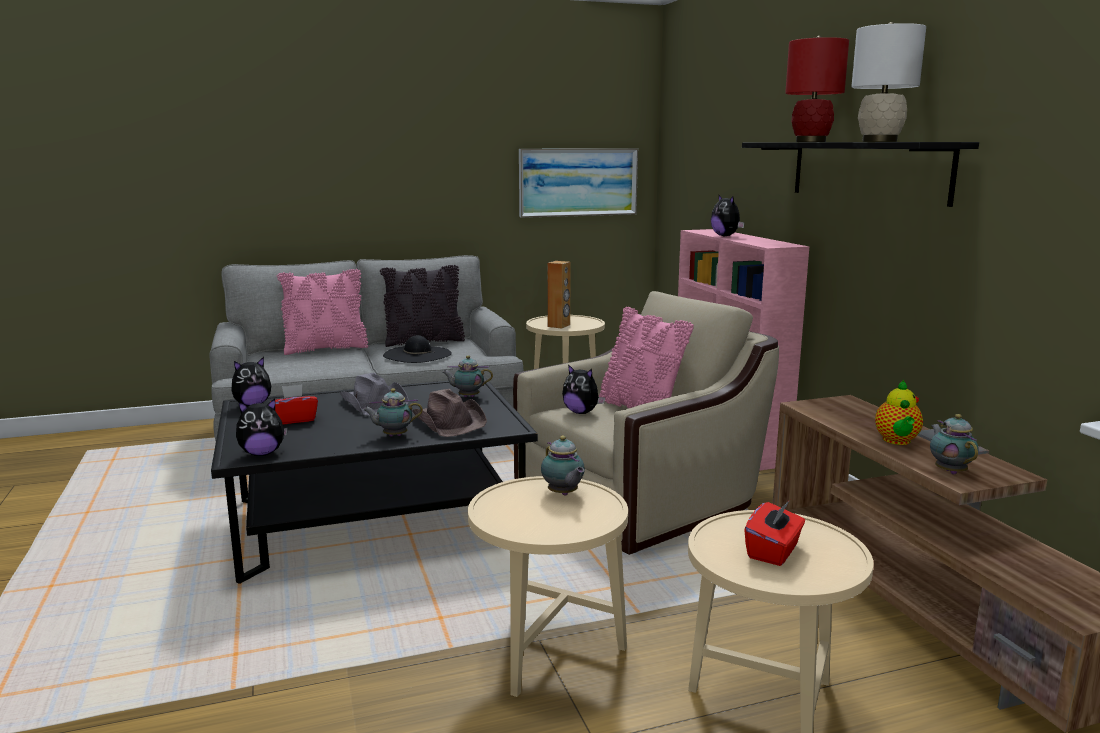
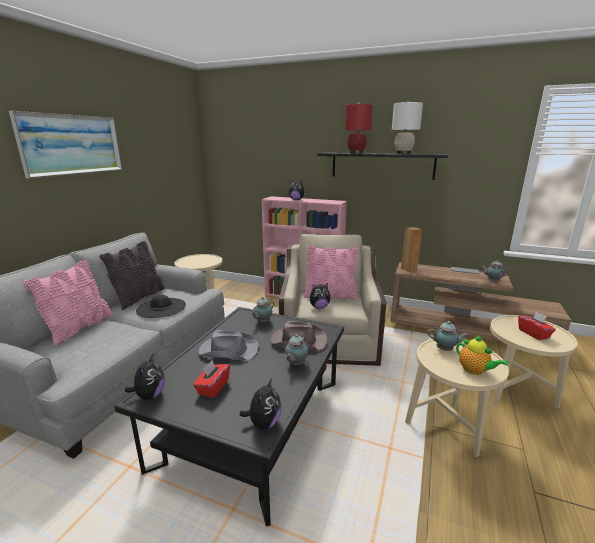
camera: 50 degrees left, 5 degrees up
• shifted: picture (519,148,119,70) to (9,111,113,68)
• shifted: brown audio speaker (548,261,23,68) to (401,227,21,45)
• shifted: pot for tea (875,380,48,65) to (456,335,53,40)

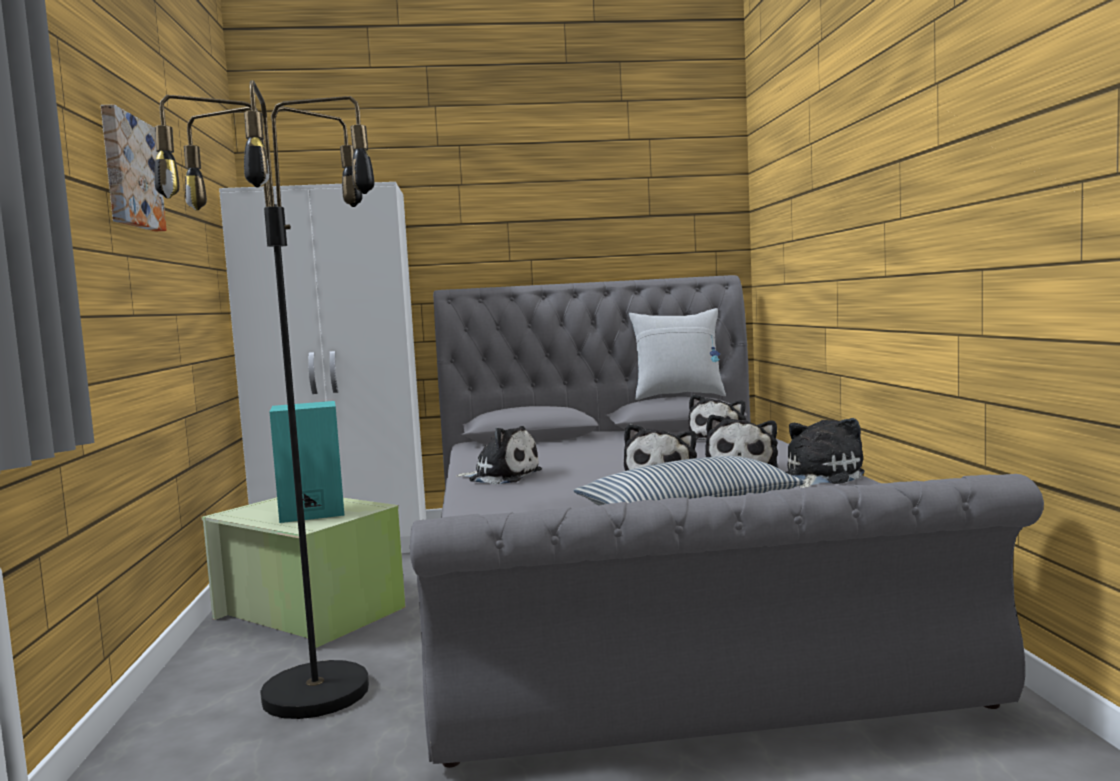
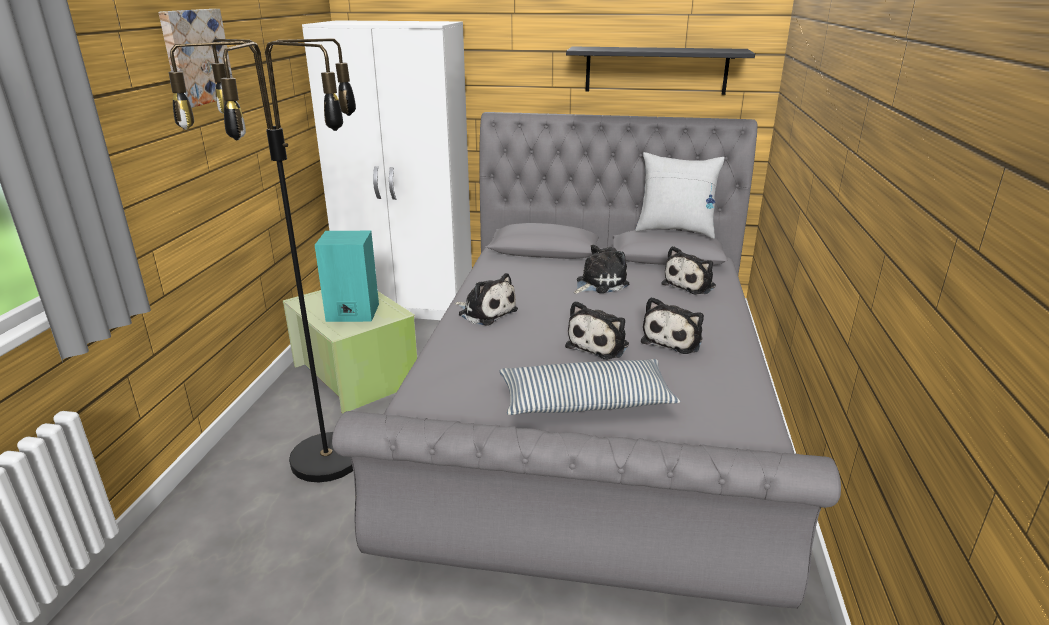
camera: 15 degrees right, 20 degrees up
• new: black-coloured wall shelf (566,47,189,48)
• shifted: plush toy (786,418,79,70) to (574,245,56,49)

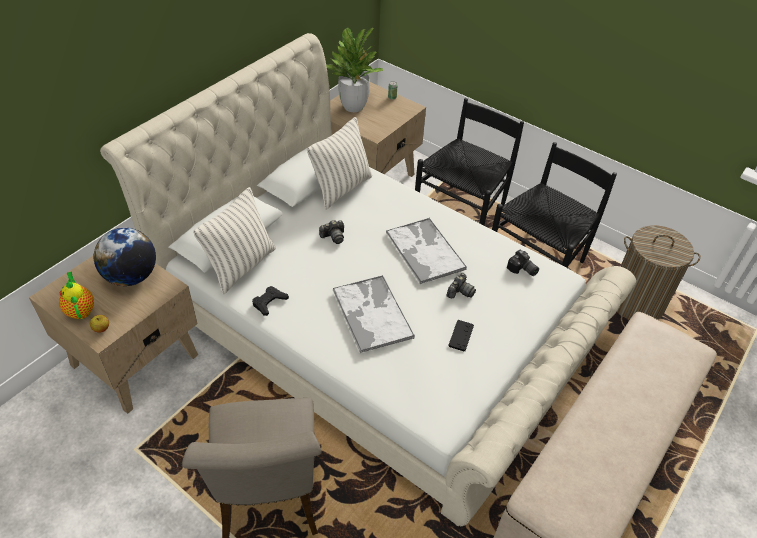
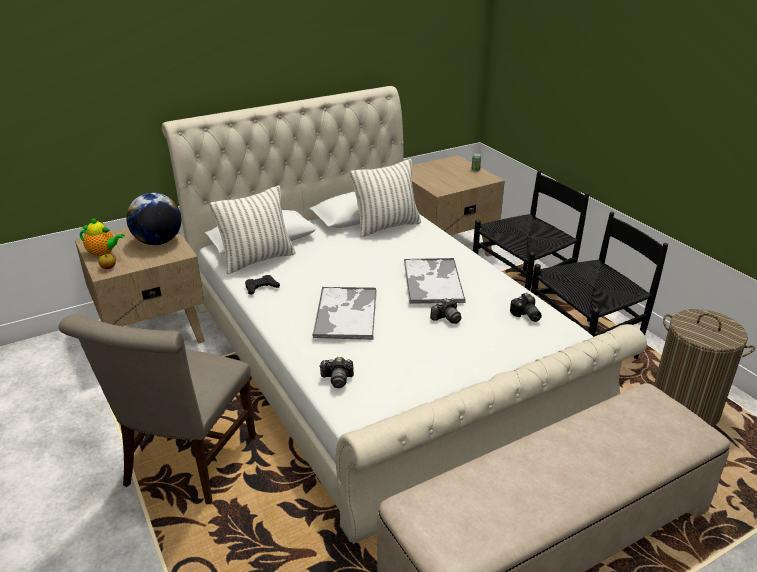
camera: 25 degrees right, 15 degrees down
• rotated: pot for tea (59,271,35,48) = (80,217,45,40) 105 degrees clockwise
• shifted: still camera (319,220,25,24) to (319,357,35,31)
• gone: potted plant (326,28,57,84)
• gone: black-coloured joypad (449,320,25,31)

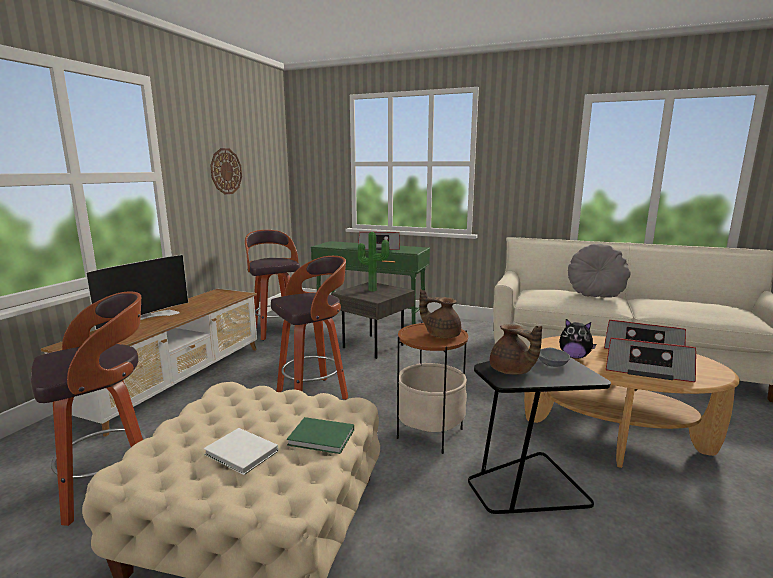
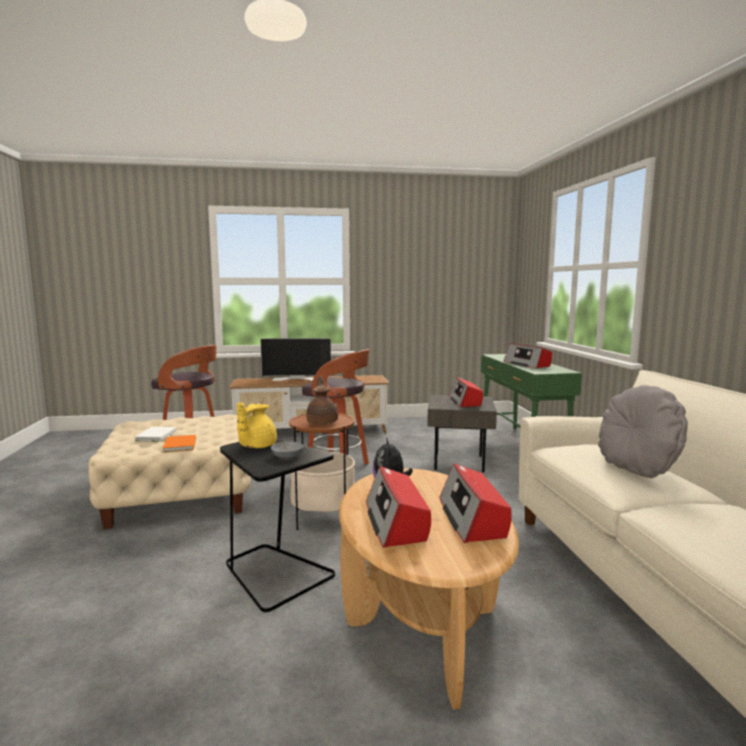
camera: 60 degrees right, 5 degrees down
• repainted: greenish volume (287,417,67,37) to orangey volume (163,435,33,17)
• repainted: brown pot for tea (490,324,52,51) to yellow pot for tea (237,402,40,46)
• swapped: potted plant (358,232,31,59) to radio set (449,377,34,30)
• gone: clock on the wall (210,148,32,46)
• gone: sitting stool (245,230,55,110)

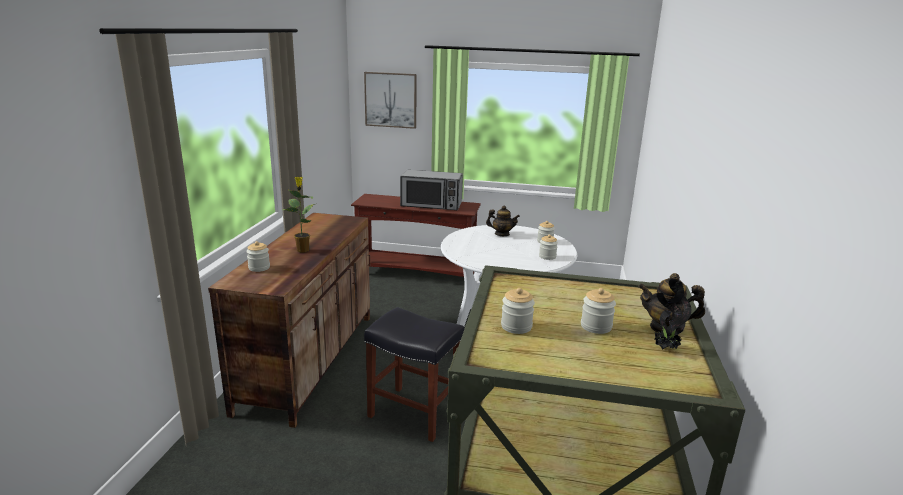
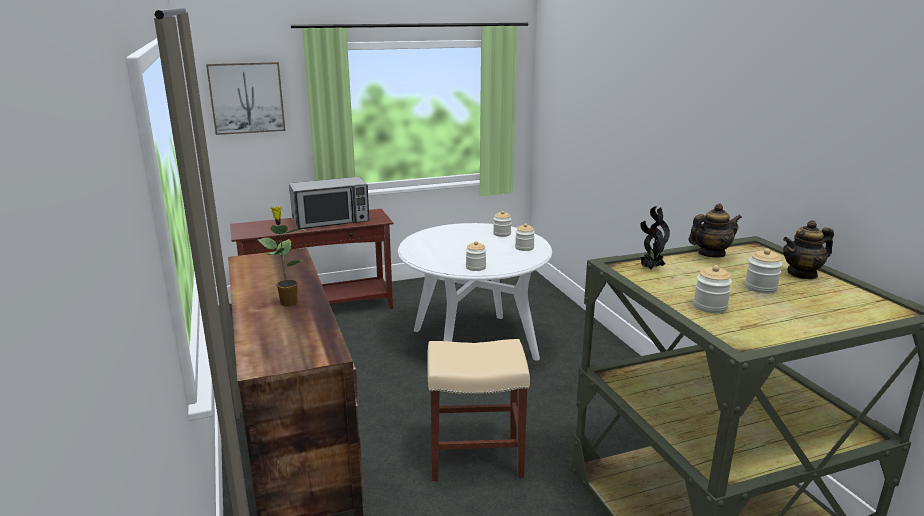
camera: 30 degrees left, 0 degrees up
• repainted: black-coloured sitting stool (364,307,100,135) to beige sitting stool (427,339,103,142)
• shifted: jar (246,241,24,31) to (466,241,20,30)
• shifted: potted plant (655,279,37,70) to (640,206,30,63)
• shifted: pot for tea (486,205,34,31) to (688,203,54,55)

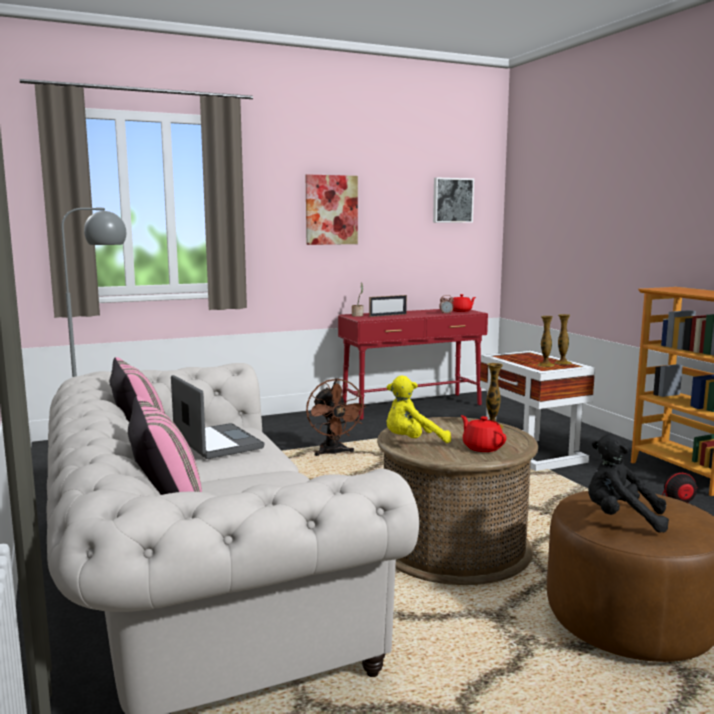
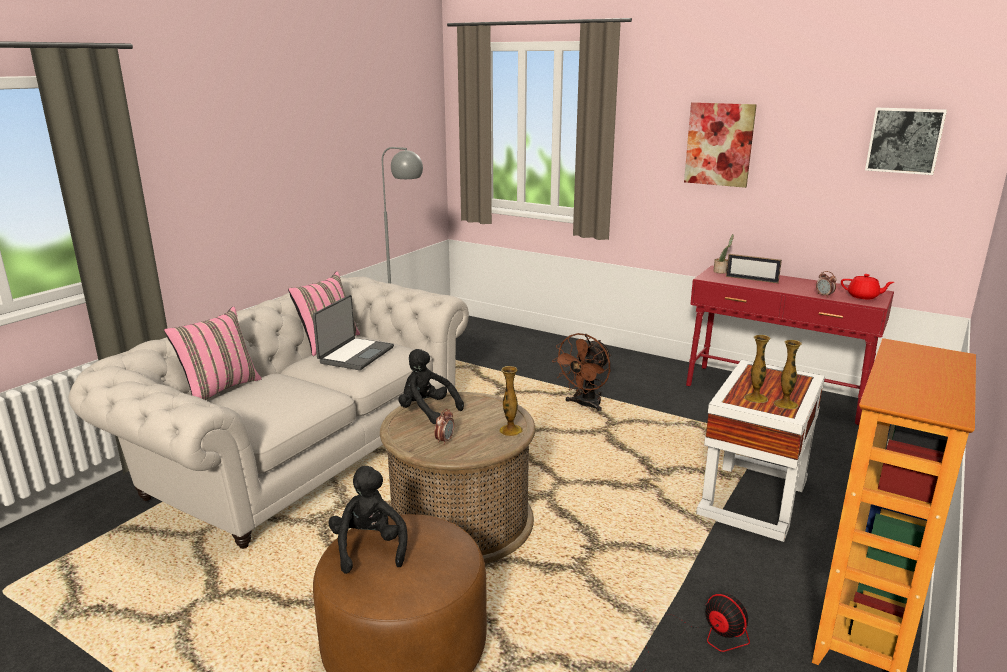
camera: 55 degrees right, 10 degrees up
• repainted: yellow plush toy (386,375,65,68) to black-coloured plush toy (398,349,66,75)
• swapped: red-coloured pot for tea (461,415,45,37) to alarm clock (434,409,20,36)

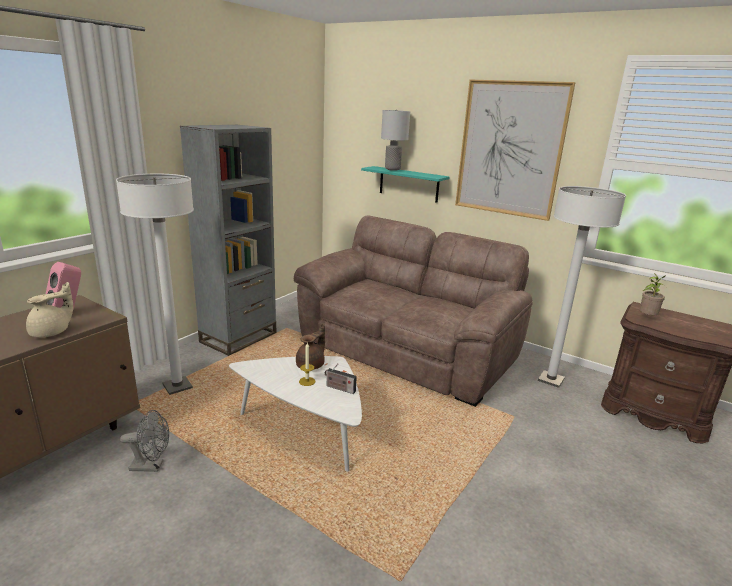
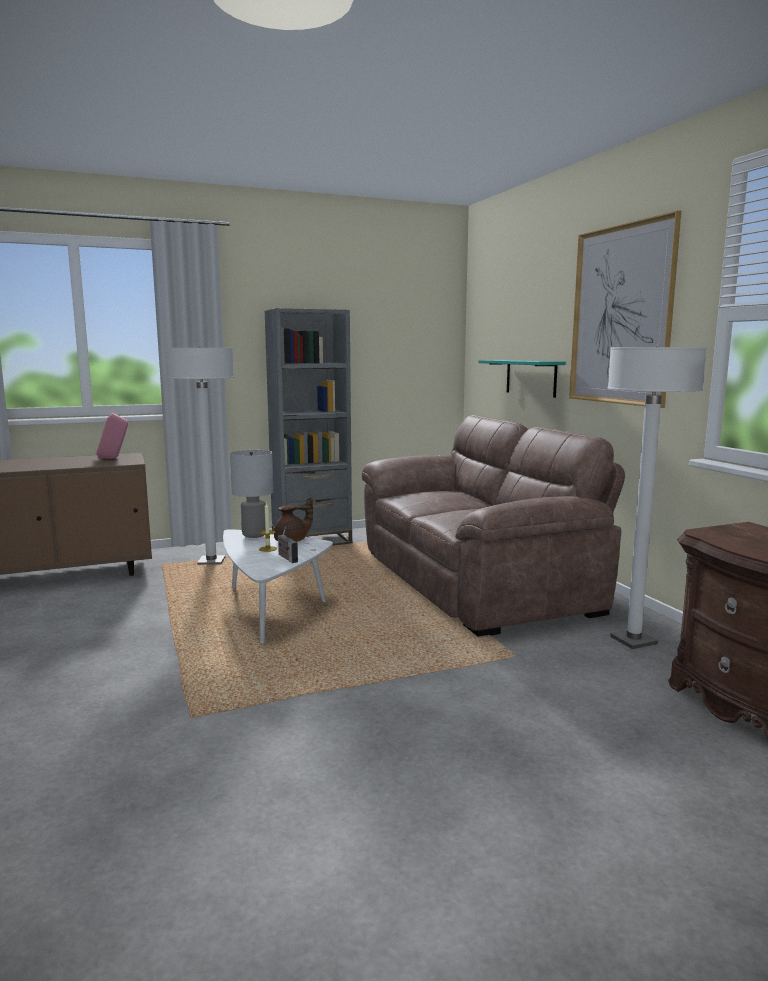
camera: 35 degrees right, 10 degrees down
• shifted: greyish tabletop lamp (381,110,29,61) to (230,450,43,88)
• gone: beige pot for tea (26,282,47,55)
• gone: greyish fan (120,410,49,62)
• gone: potted plant (640,273,26,42)

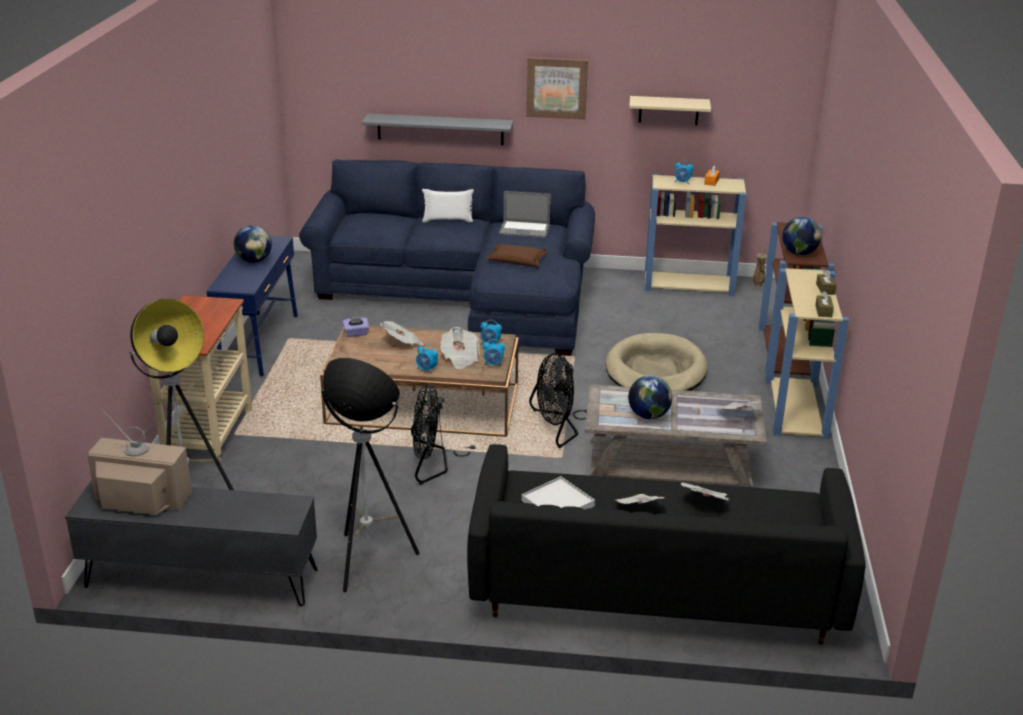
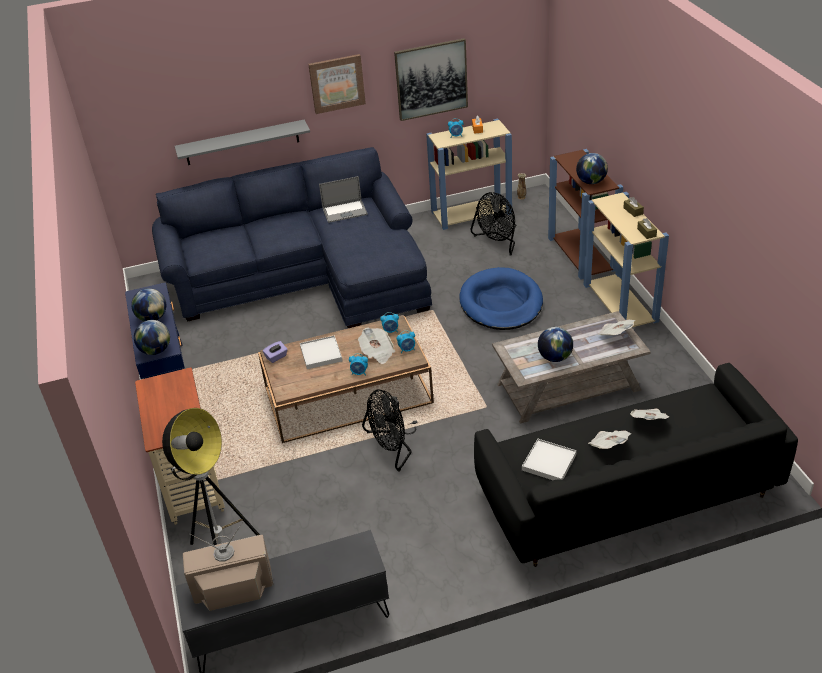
camera: 20 degrees left, 10 degrees up
• new: world globe (134,320,36,35)
• swapped: newspaper (380,321,44,24) to whitish serving tray (300,335,43,34)
• swapped: beige wall shelf (629,96,82,29) to picture (394,38,74,83)
• repainted: beige pet bed (606,333,102,58) to bluish pet bed (459,267,84,63)
• shifted: black-coloured fan (529,353,58,95) to (471,192,45,64)
• gone: floor lamp (321,358,99,234)
• gone: whitish cushion (422,189,52,34)
• gone: brown cushion (486,244,62,22)

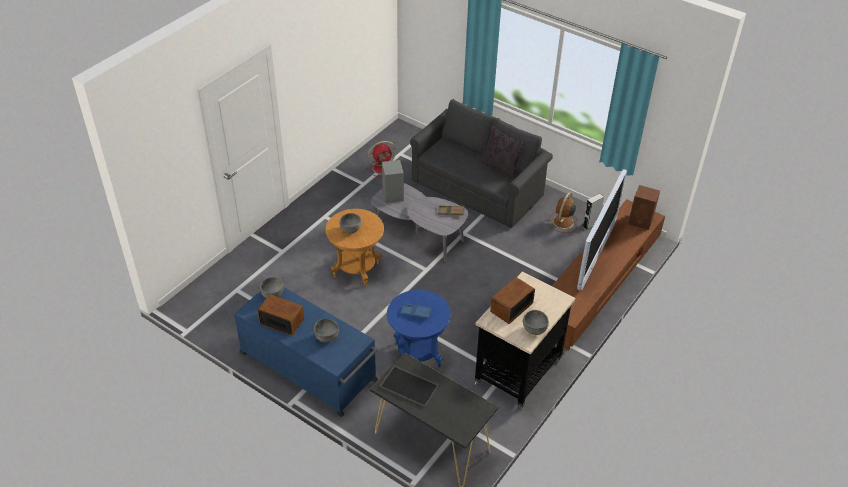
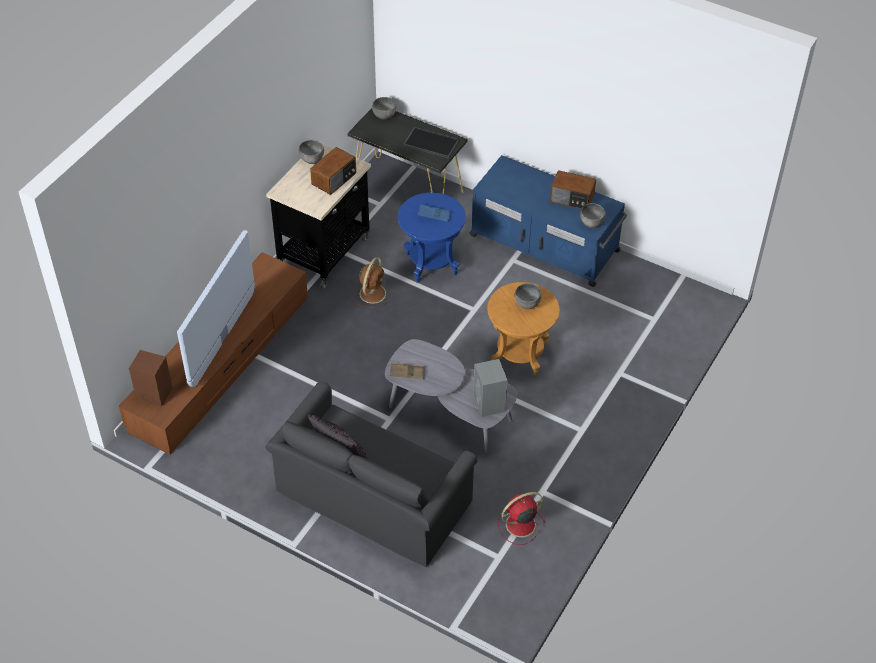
camera: 175 degrees right, 5 degrees up
• shifted: brown fan (548,192,30,41) to (355,257,38,51)
• shifted: greyish deep dish (314,319,25,23) to (372,97,24,23)
• gone: greyish audio speaker (582,193,22,37)

